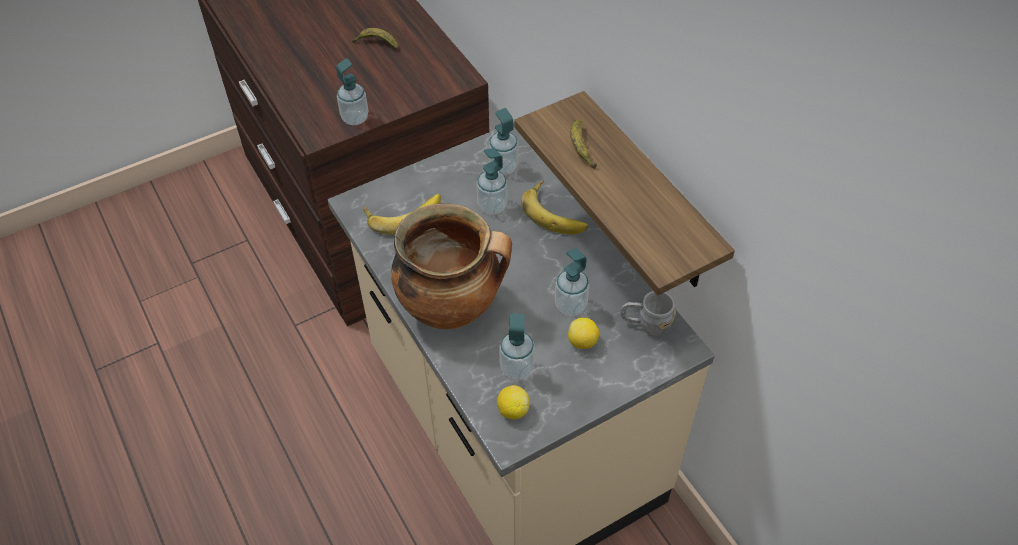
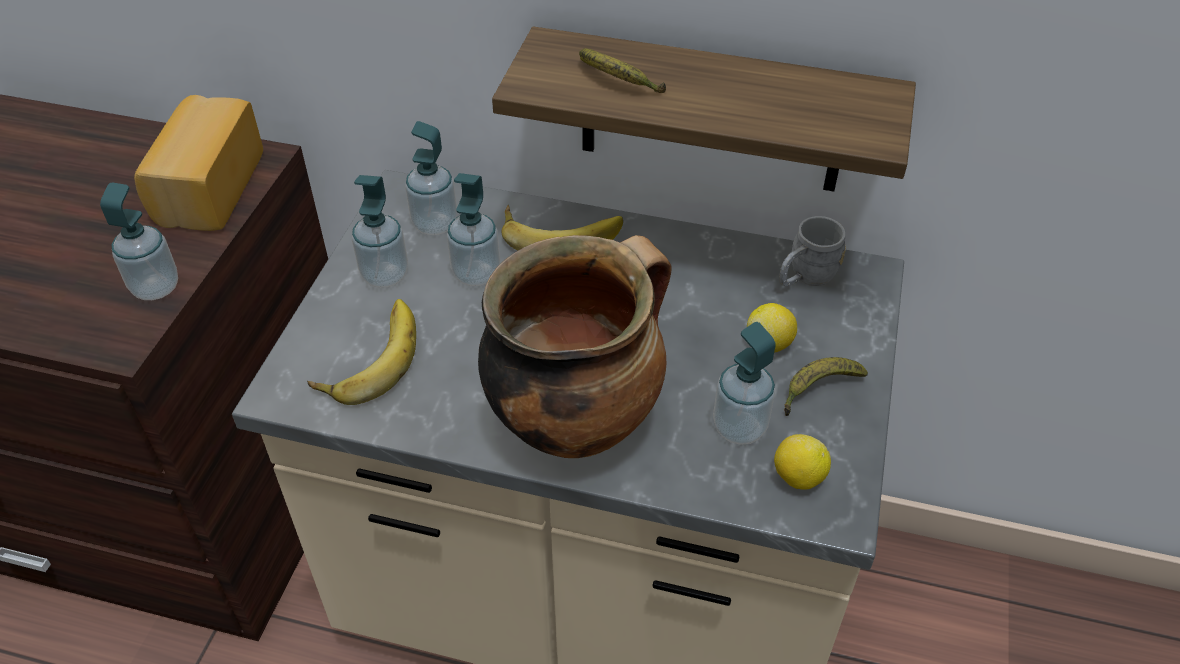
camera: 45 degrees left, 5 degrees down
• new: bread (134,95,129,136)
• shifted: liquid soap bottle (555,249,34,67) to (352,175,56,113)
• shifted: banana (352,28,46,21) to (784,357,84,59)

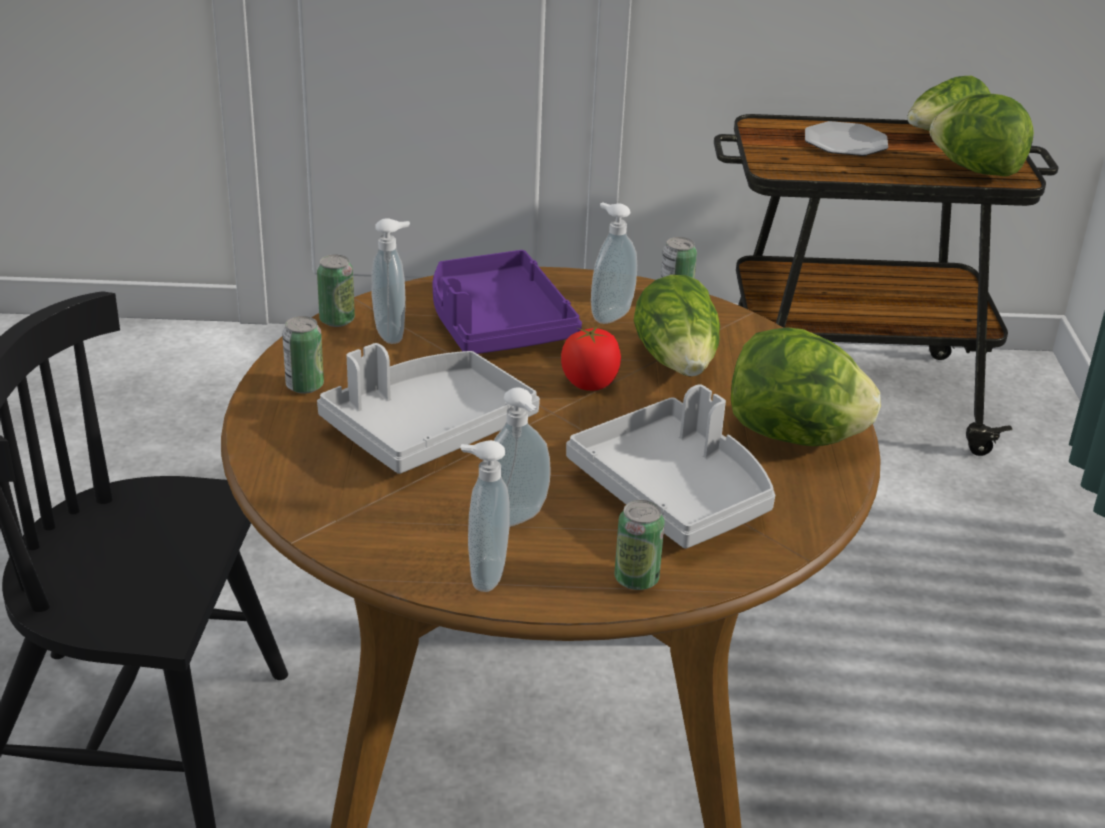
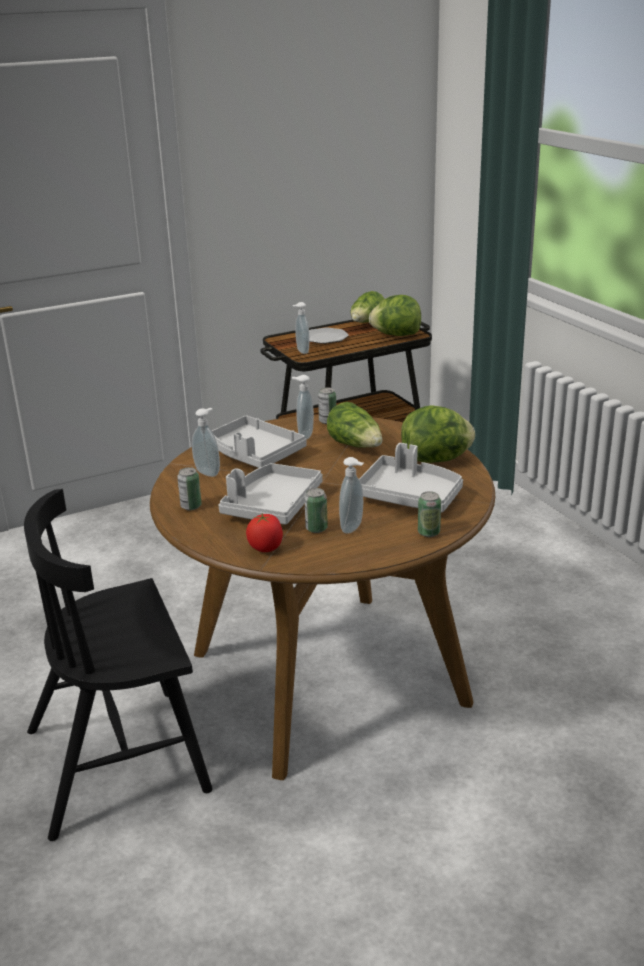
camera: 25 degrees left, 5 degrees down
• repainted: purplish serving tray (433,250,149,104) to greyish serving tray (212,416,95,52)
• shifted: whole tomato (561,327,60,64) to (246,513,37,39)
• shifted: liquid soap bottle (460,440,50,152) to (292,302,18,52)
• shifted: metal can (317,254,38,73) to (304,488,24,45)

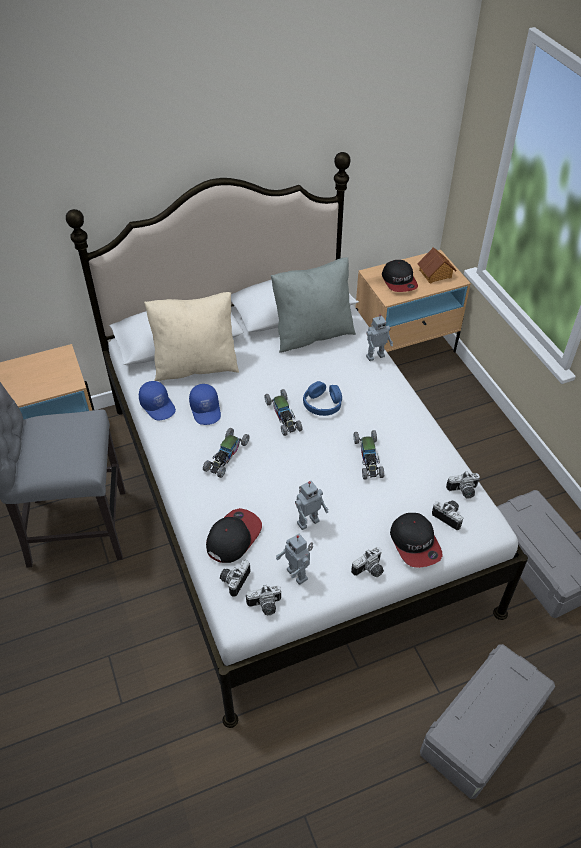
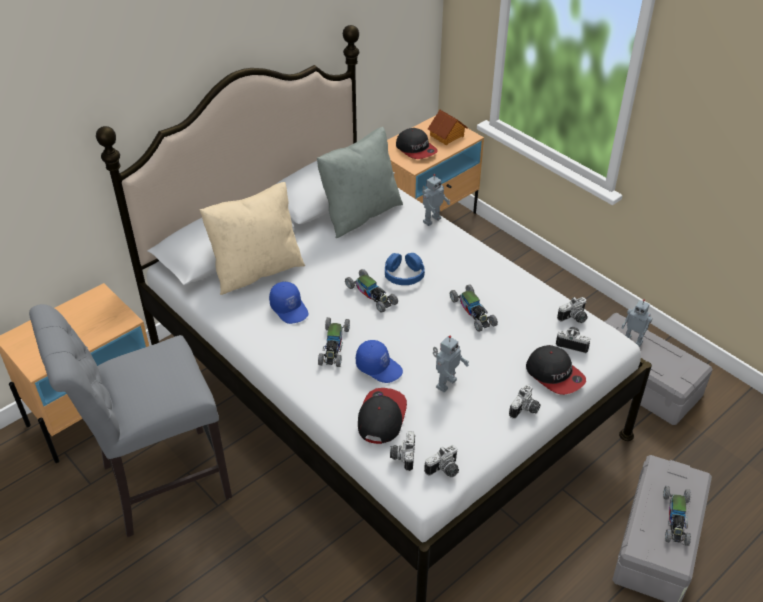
camera: 20 degrees left, 5 degrees down
• shifted: bluish peaked cap (139,381,37,39) to (356,340,47,43)
• shifted: toy robot (276,534,37,51) to (621,299,32,48)
• new: toy car (663,486,28,60)

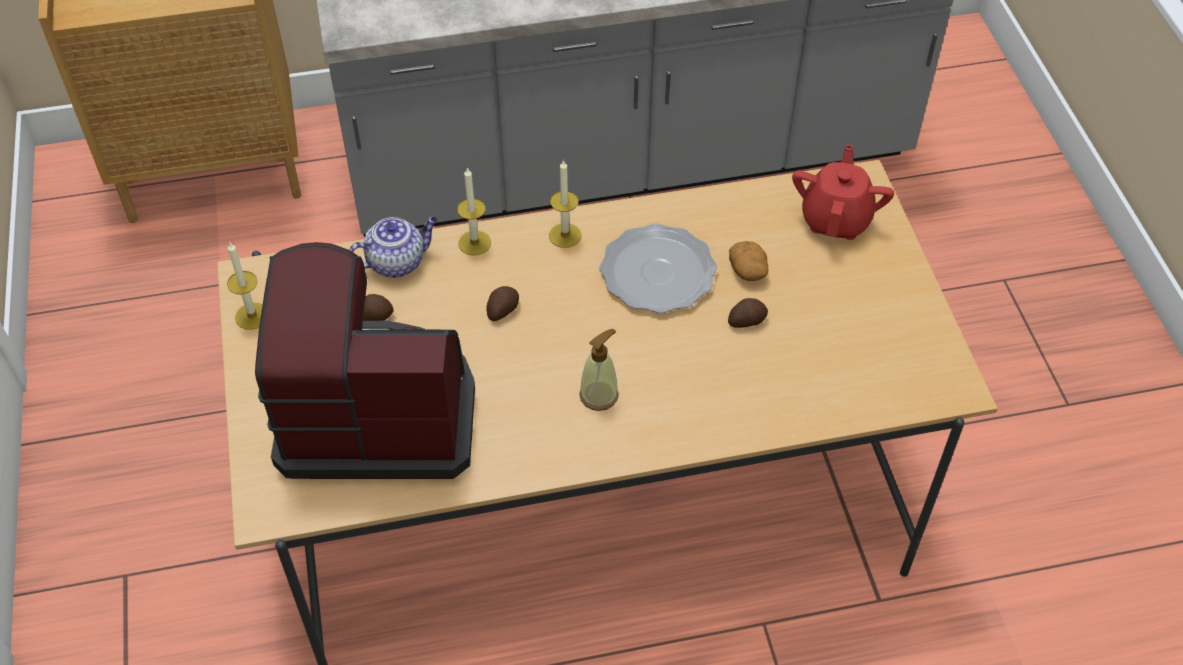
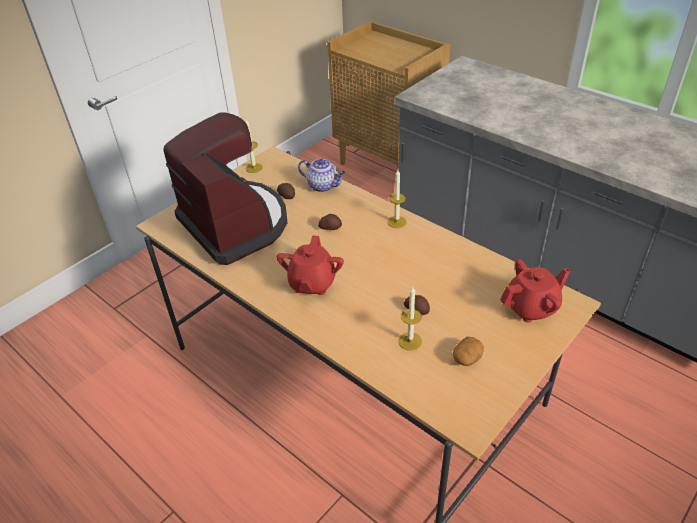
camera: 55 degrees right, 10 degrees down
• swapped: liquid soap bottle (579,329,40,82) to red-coloured pot for tea (276,235,68,60)
• shifted: candle (457,168,34,87) to (398,287,24,64)
• shifted: spud (729,241,39,40) to (452,337,32,29)
• gone: dinner plate (600,223,117,90)

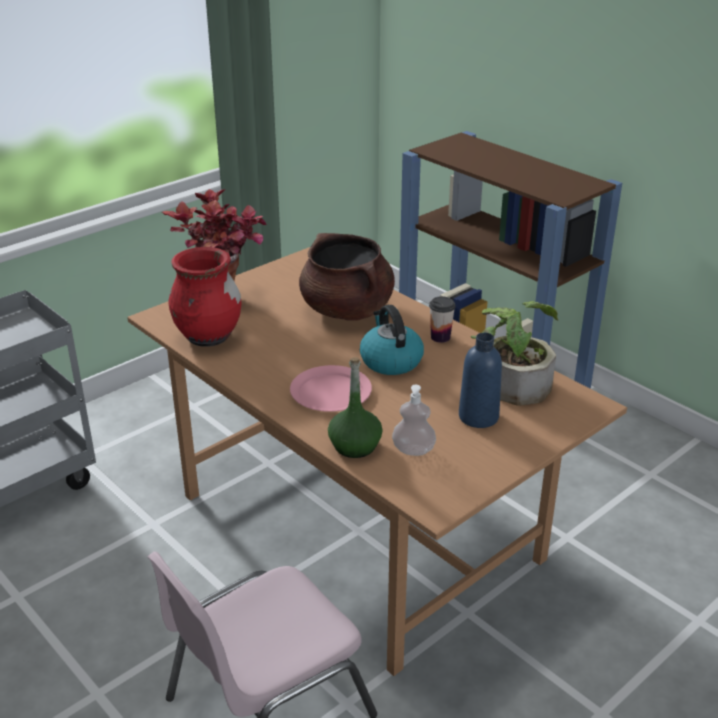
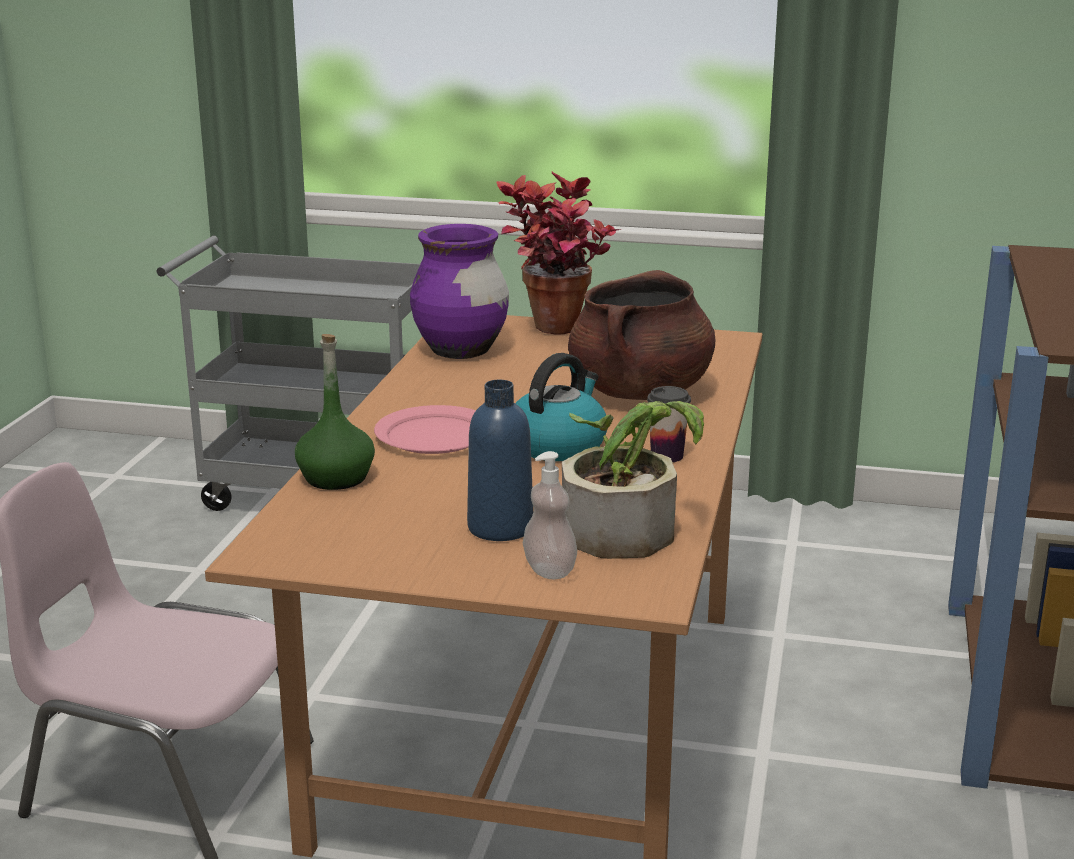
camera: 55 degrees right, 10 degrees down
• repainted: red-coloured decorative vase (169,247,72,100) to purplish decorative vase (410,224,99,135)
• shifted: liquid soap bottle (392,385,44,71) to (523,451,54,128)

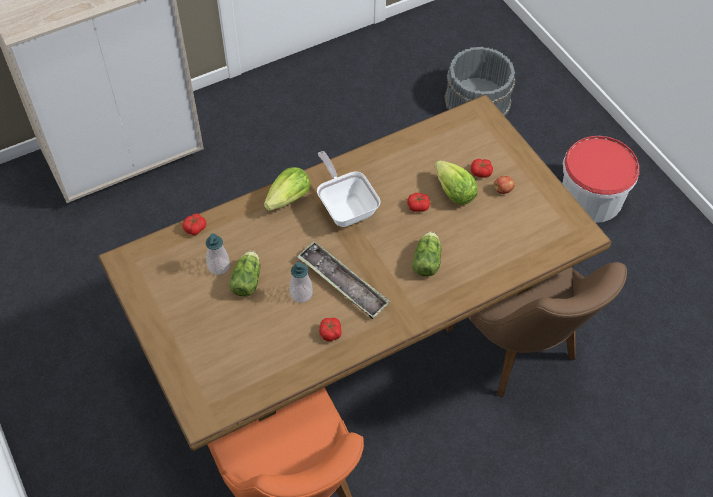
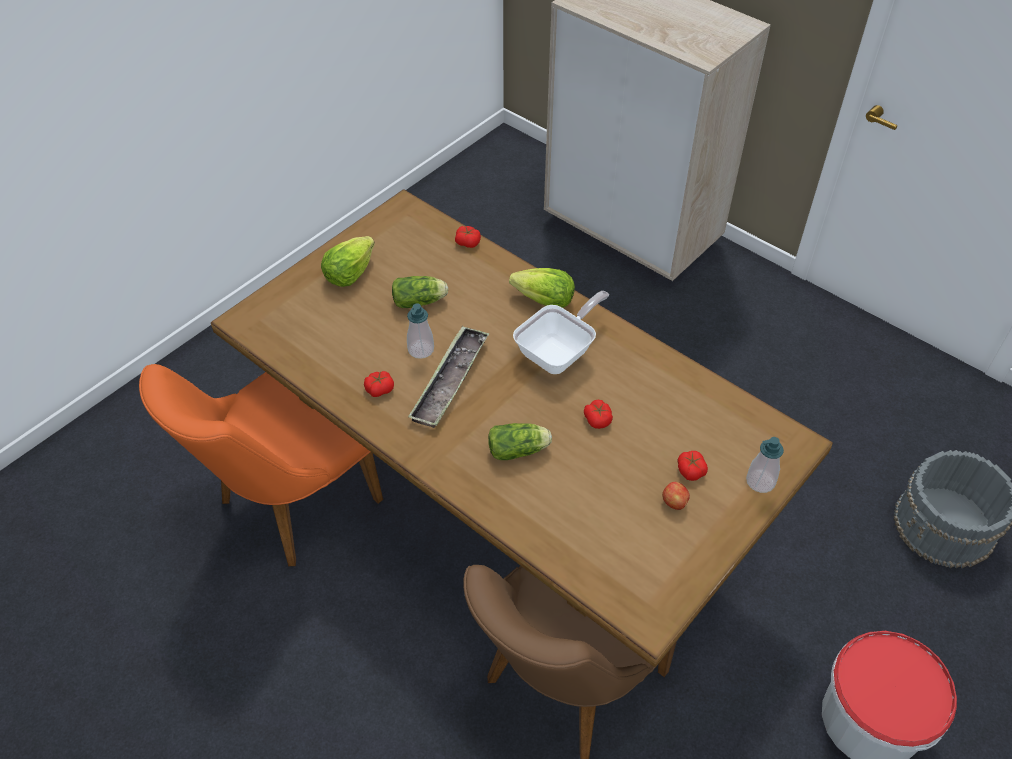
camera: 70 degrees right, 5 degrees down
• shifted: lettuce (434,160,44,45) to (321,236,54,51)
• shifted: liquid soap bottle (206,233,24,42) to (746,437,38,56)

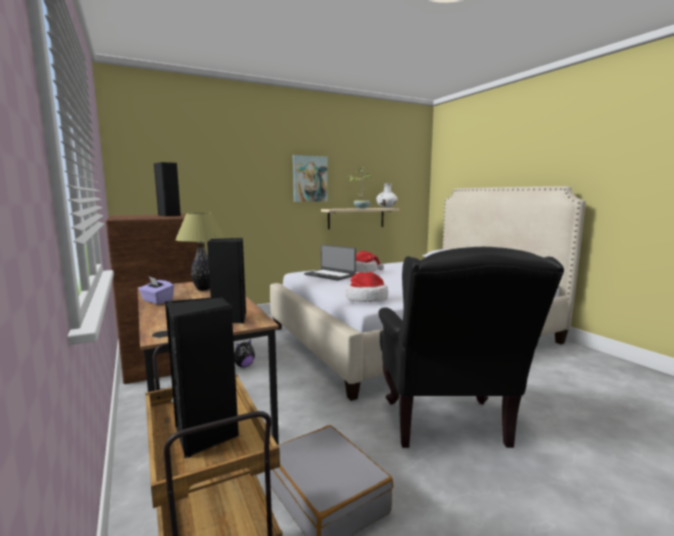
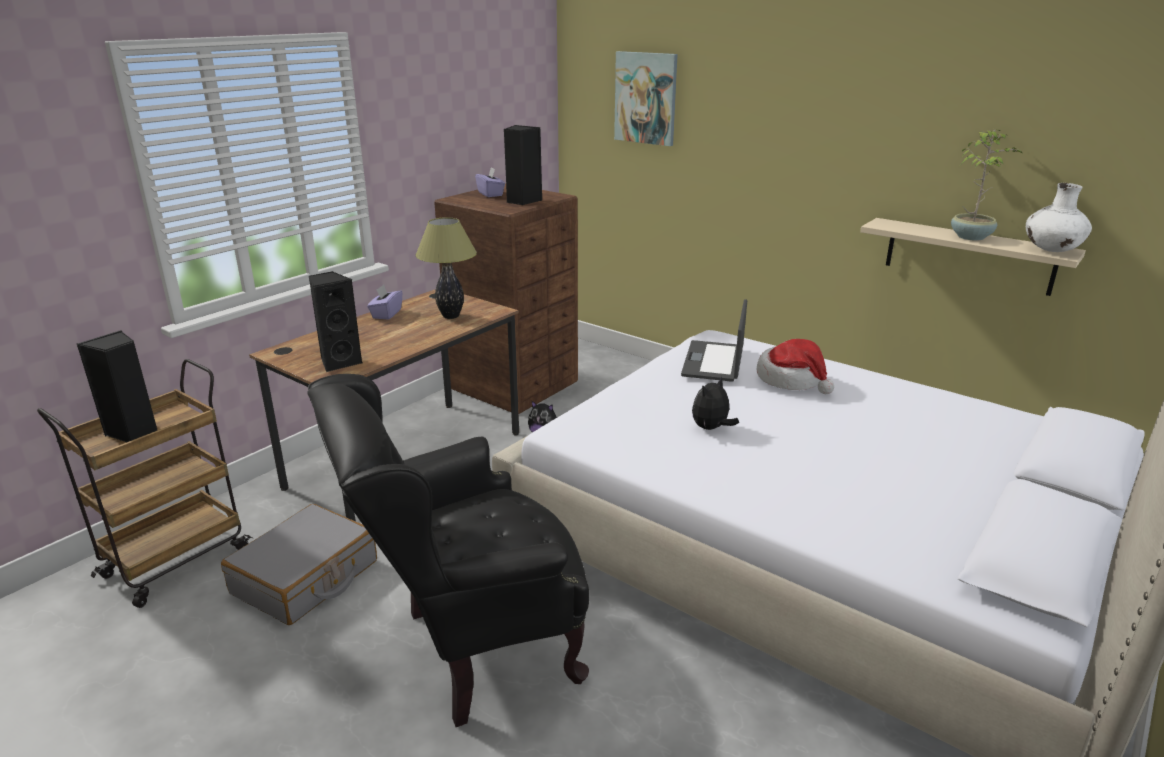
camera: 65 degrees right, 15 degrees up
• new: purplish tissue holder (475,168,30,29)
• shifted: picture (293,155,35,47) to (614,51,64,95)
• new: plush toy (692,376,47,54)
• gone: hat (346,272,42,30)

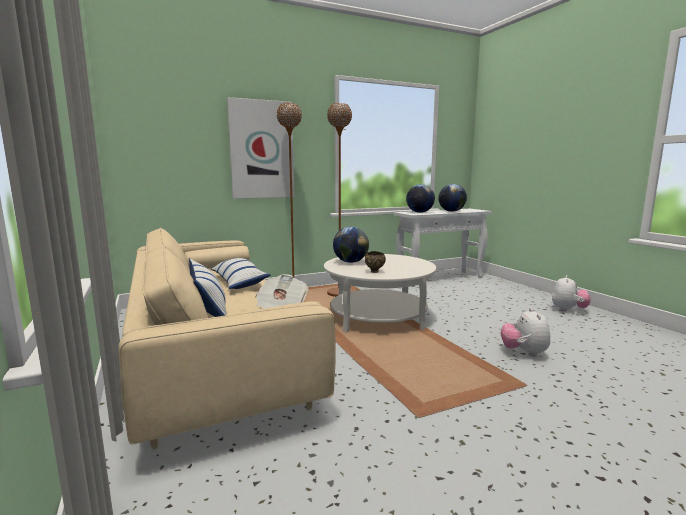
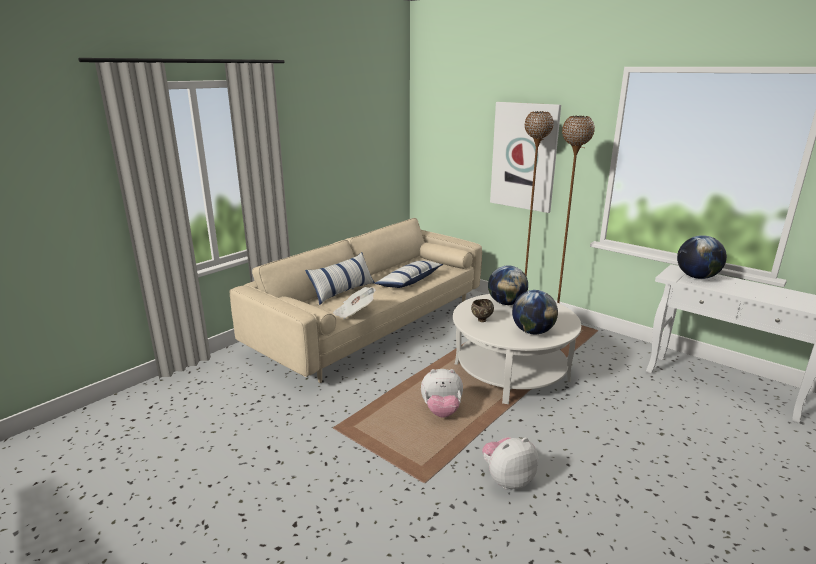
camera: 65 degrees right, 10 degrees up
• shifted: plush toy (552,275,39,36) to (421,369,42,49)
• shifted: world globe (438,184,29,28) to (512,290,46,44)

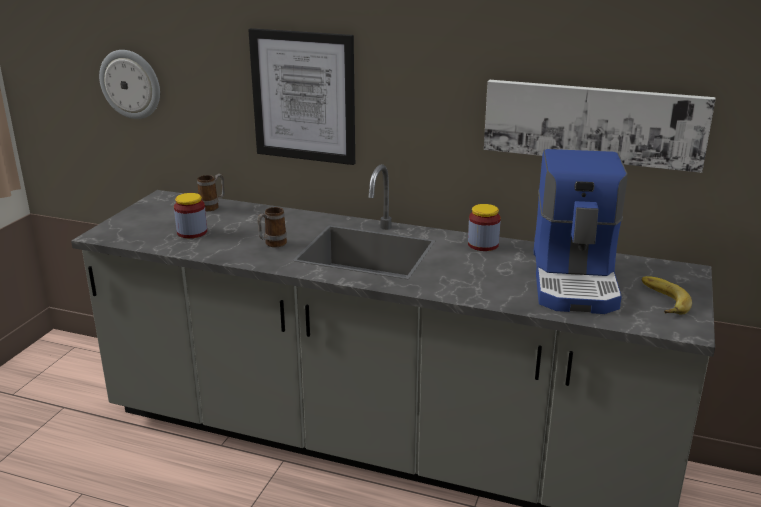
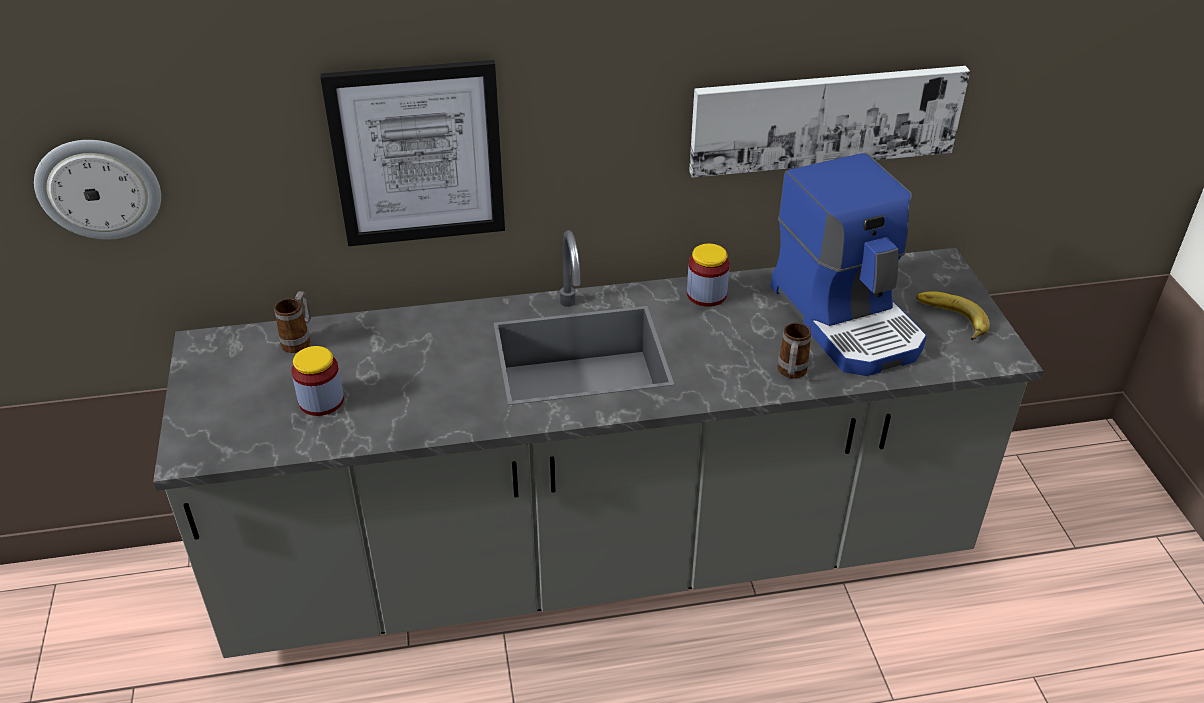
camera: 30 degrees left, 15 degrees up
• shifted: tea mug (257,207,30,40) to (777,323,34,55)

